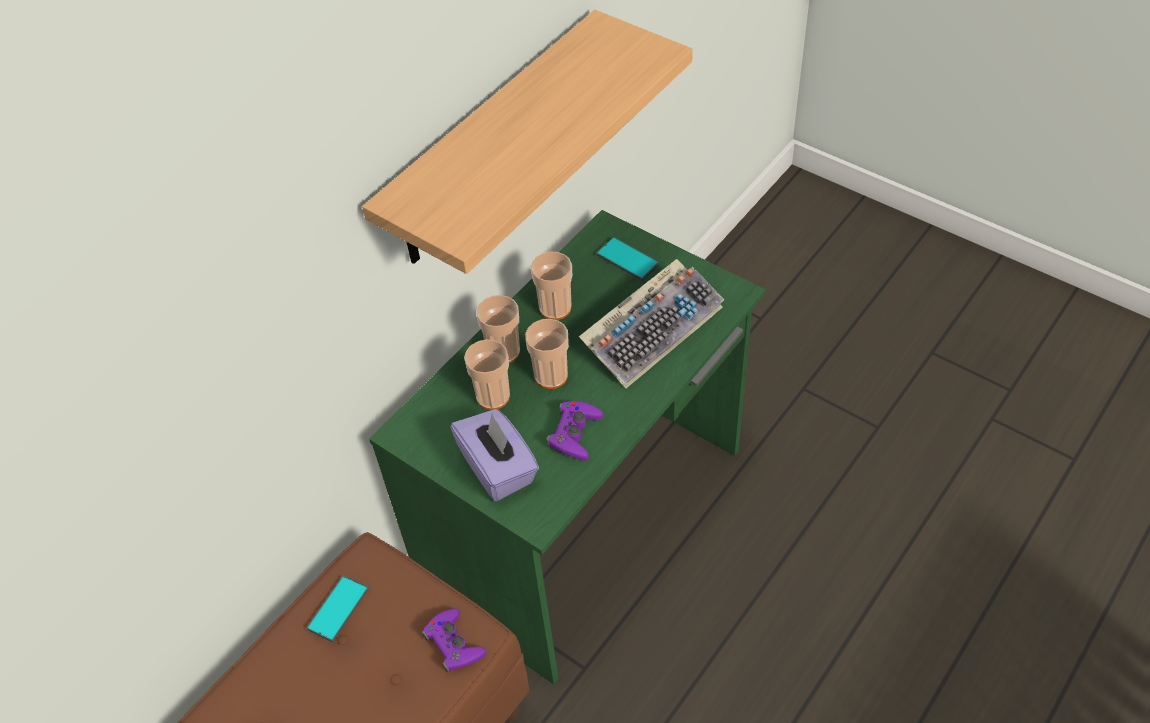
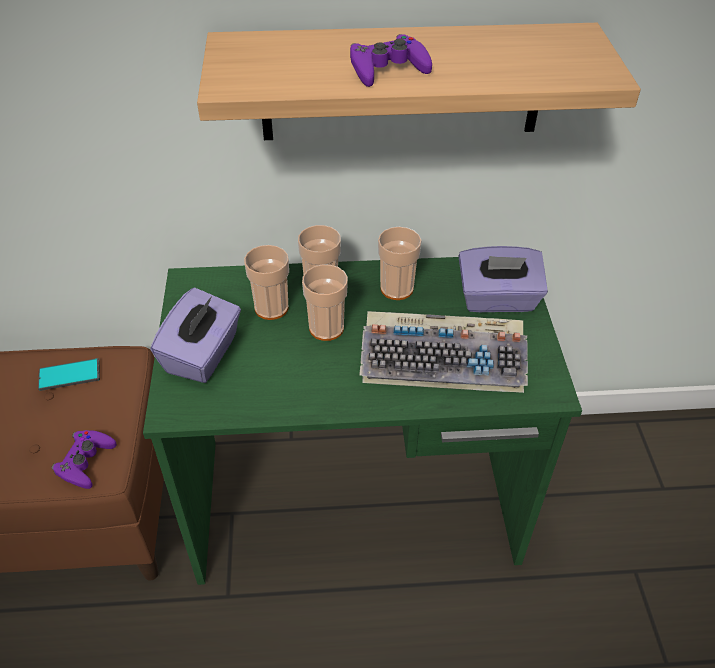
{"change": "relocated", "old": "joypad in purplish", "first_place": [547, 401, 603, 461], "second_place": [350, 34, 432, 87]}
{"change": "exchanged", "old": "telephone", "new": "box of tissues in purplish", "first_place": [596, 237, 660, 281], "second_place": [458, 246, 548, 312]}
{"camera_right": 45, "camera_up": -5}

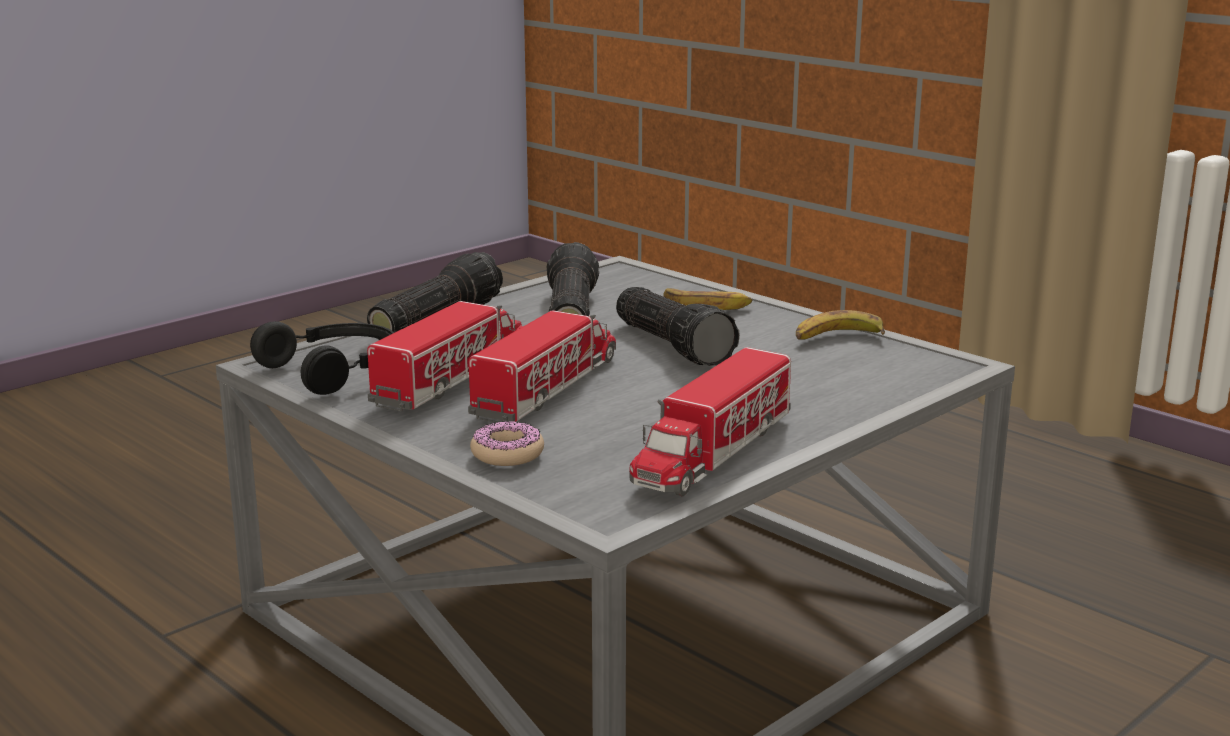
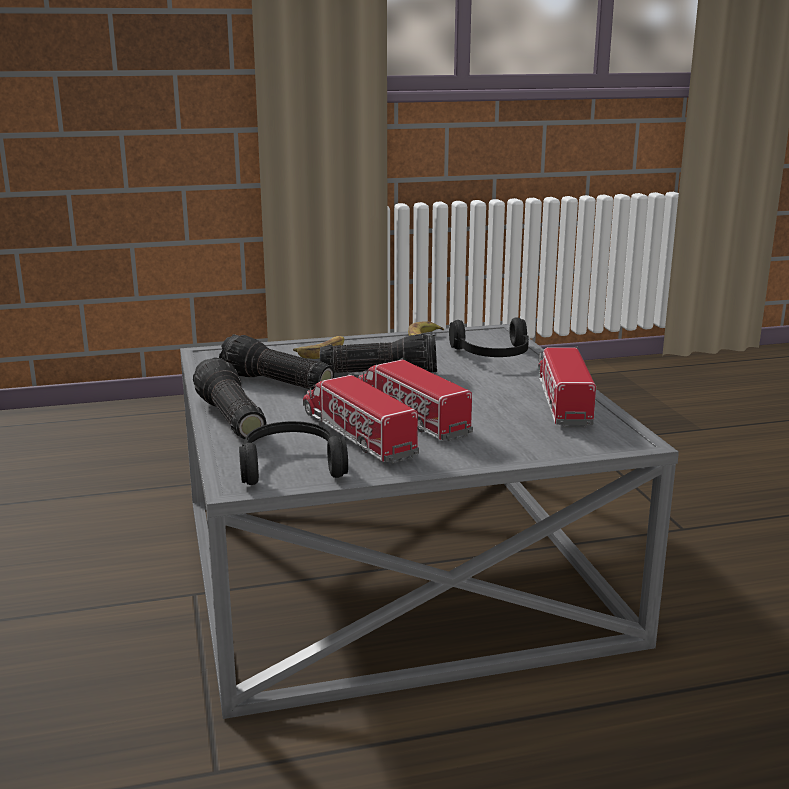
{"change": "appeared", "new": "headphones in black-coloured", "second_place": [449, 317, 529, 357]}
{"change": "spun", "old": "model truck", "first_place": [629, 347, 791, 496], "second_place": [538, 346, 596, 427], "degrees": -150}
{"change": "missing", "old": "donut", "first_place": [470, 421, 544, 466]}
{"camera_right": -60, "camera_up": 0}

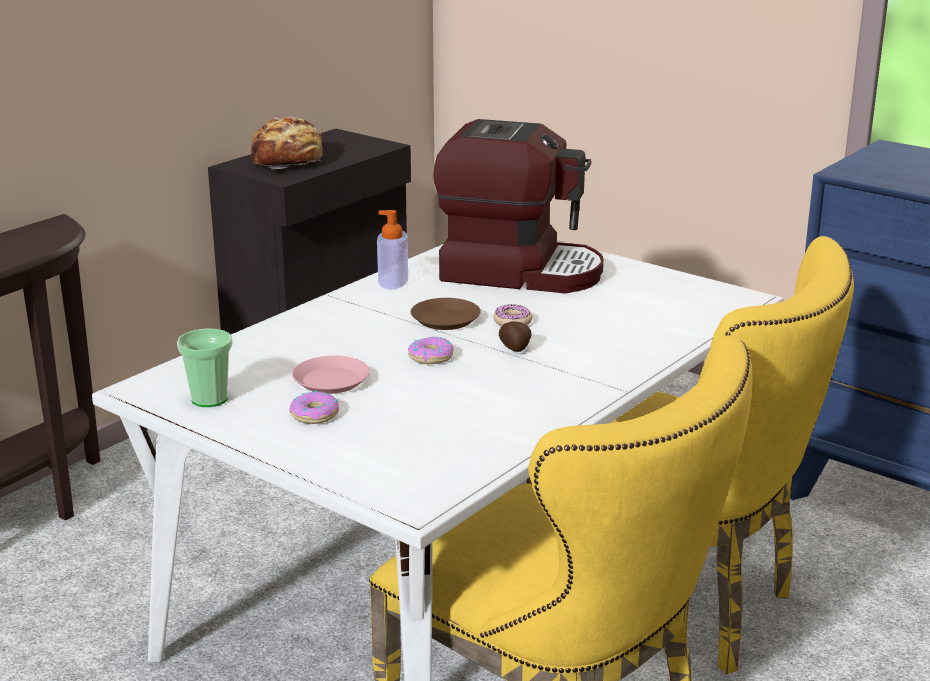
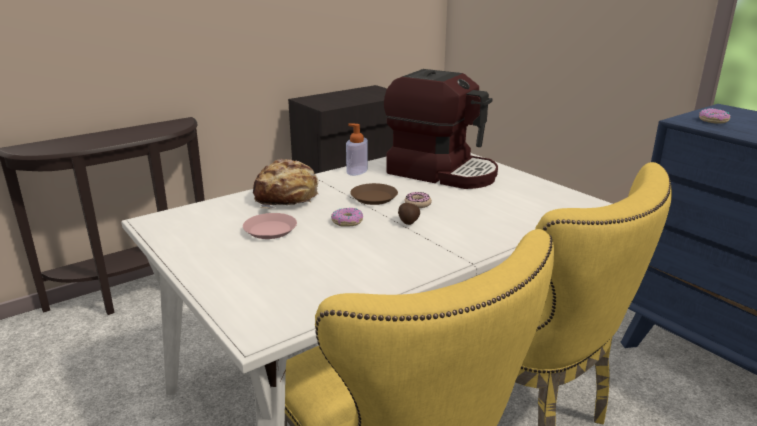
{"change": "relocated", "old": "bakery bread", "first_place": [251, 117, 324, 169], "second_place": [253, 159, 319, 208]}
{"change": "relocated", "old": "donut", "first_place": [289, 391, 339, 424], "second_place": [699, 108, 730, 124]}
{"change": "missing", "old": "small cup", "first_place": [177, 329, 233, 407]}
{"camera_right": 15, "camera_up": 0}

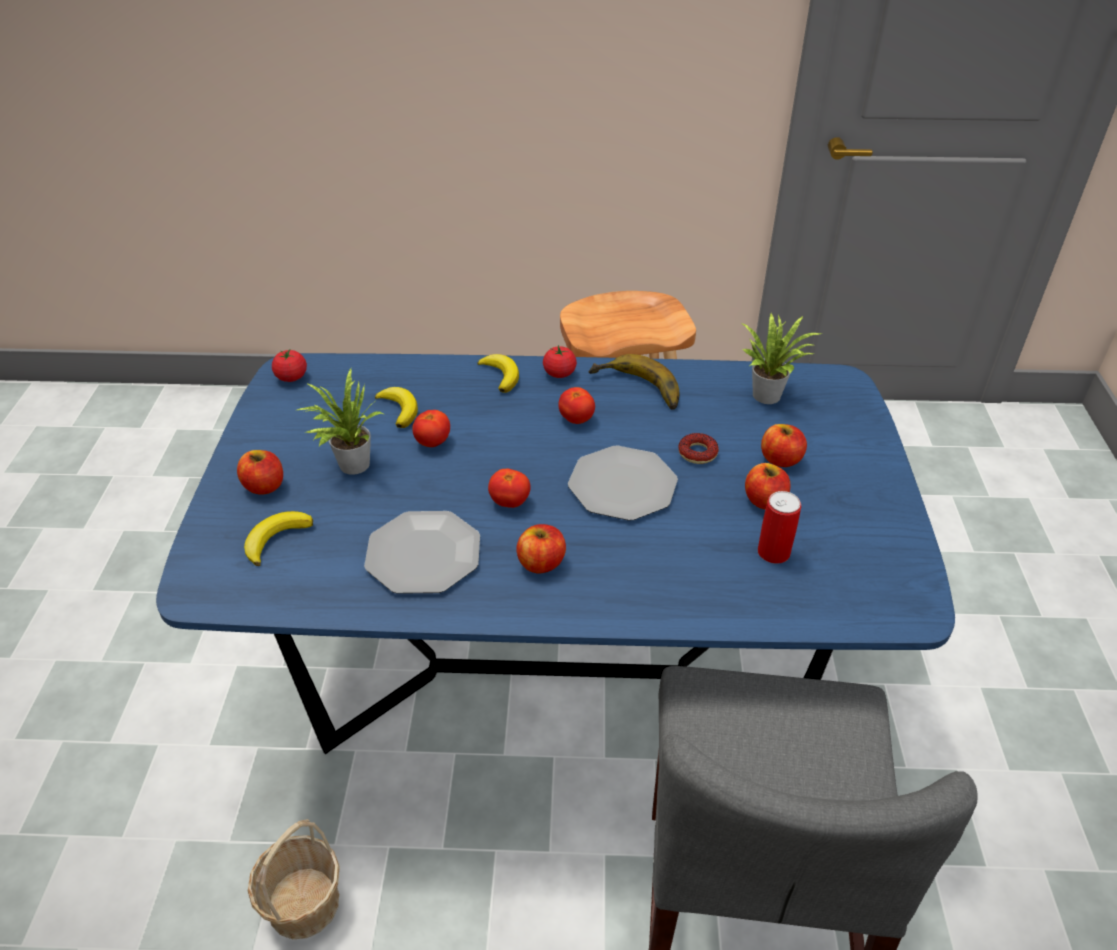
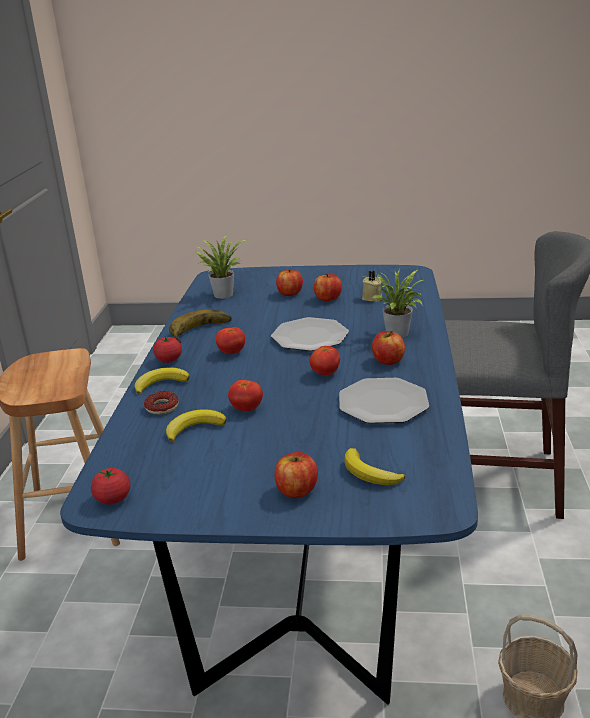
{"change": "relocated", "old": "donut", "first_place": [678, 433, 719, 464], "second_place": [144, 391, 179, 414]}
{"change": "exchanged", "old": "sealed can", "new": "wax light in beige-coloured", "first_place": [758, 491, 801, 564], "second_place": [362, 271, 382, 302]}
{"change": "relocated", "old": "houseplant", "first_place": [297, 368, 383, 475], "second_place": [367, 267, 424, 338]}
{"camera_right": -85, "camera_up": -15}

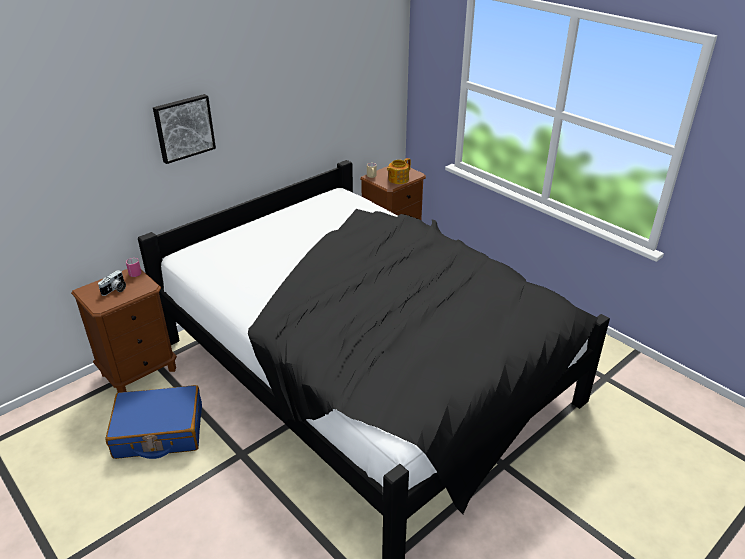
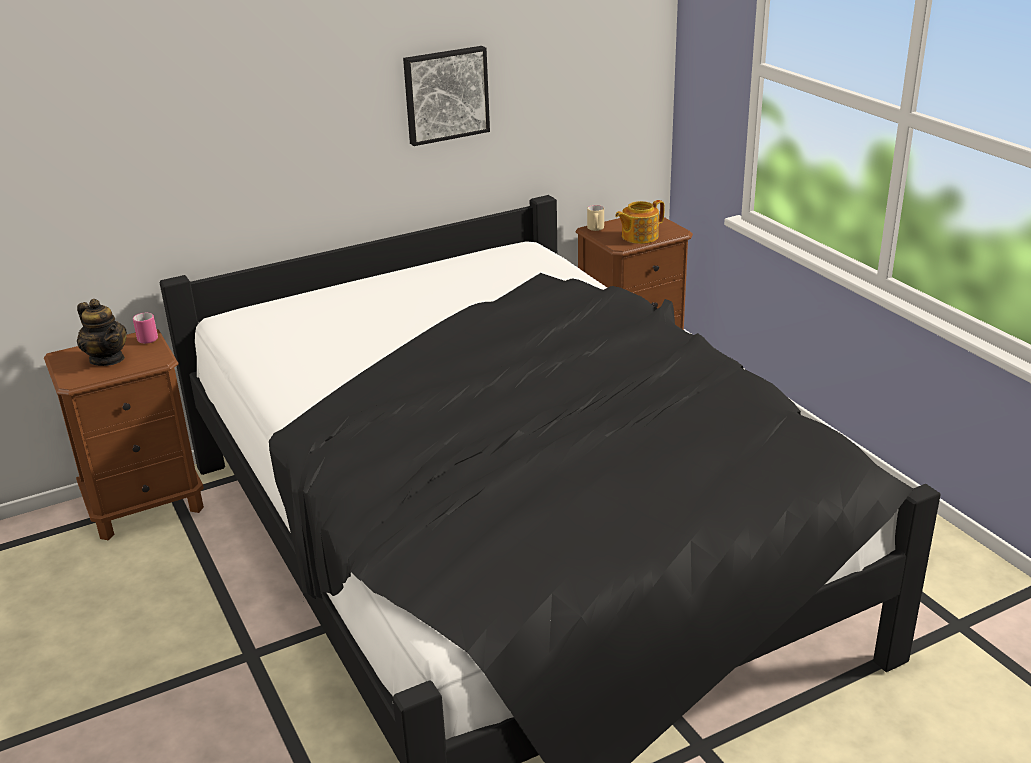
{"change": "exchanged", "old": "photo camera", "new": "tea pot", "first_place": [98, 270, 126, 296], "second_place": [77, 299, 127, 366]}
{"change": "relocated", "old": "wall picture", "first_place": [153, 94, 216, 164], "second_place": [403, 46, 490, 146]}
{"change": "missing", "old": "suitcase in bluish", "first_place": [106, 385, 202, 459]}
{"camera_right": 15, "camera_up": -5}

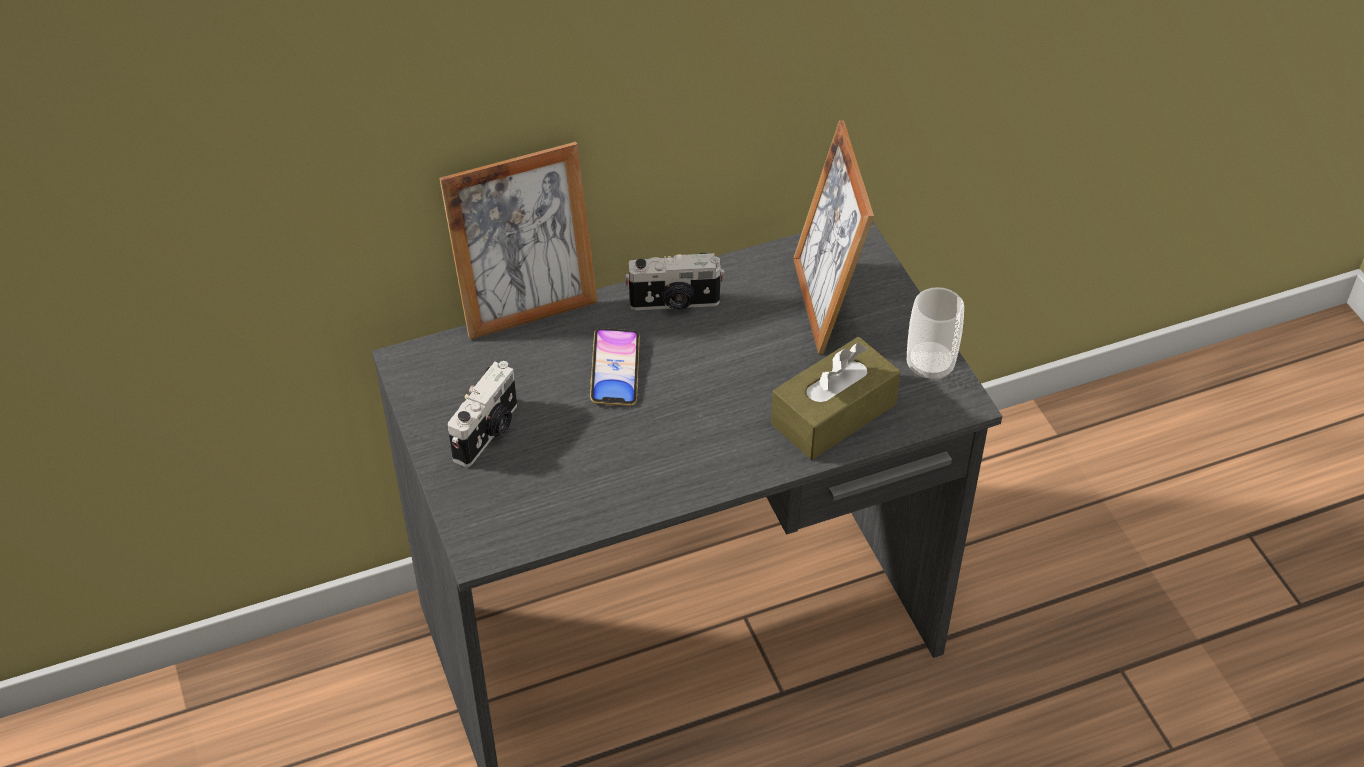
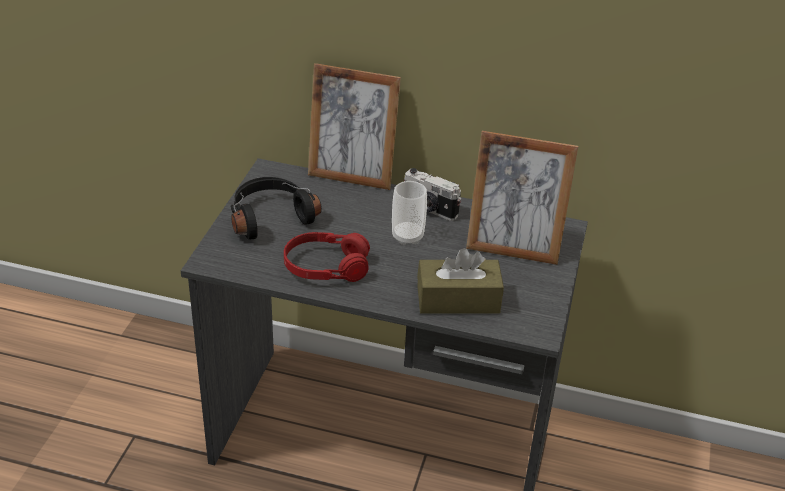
{"change": "exchanged", "old": "photo camera", "new": "headphones in black-coloured", "first_place": [448, 361, 517, 467], "second_place": [230, 177, 322, 240]}
{"change": "appeared", "new": "headphones in red", "second_place": [284, 232, 370, 282]}
{"change": "relocated", "old": "small cup", "first_place": [907, 287, 964, 381], "second_place": [392, 181, 427, 245]}
{"change": "spun", "old": "photo frame", "first_place": [793, 120, 874, 354], "second_place": [466, 131, 578, 265], "degrees": -105}
{"change": "missing", "old": "telephone", "first_place": [590, 328, 640, 406]}
{"camera_right": 35, "camera_up": -10}

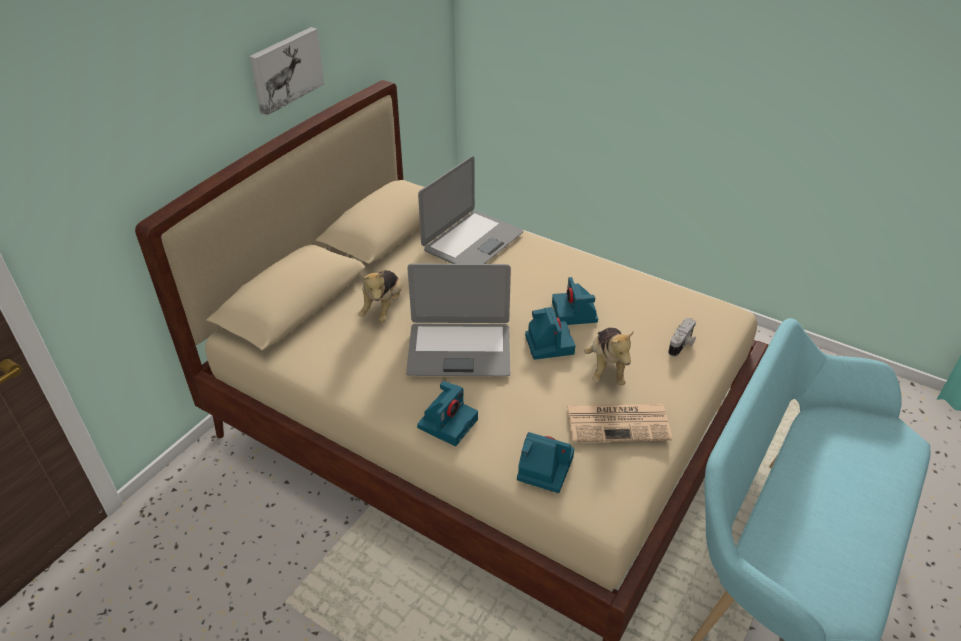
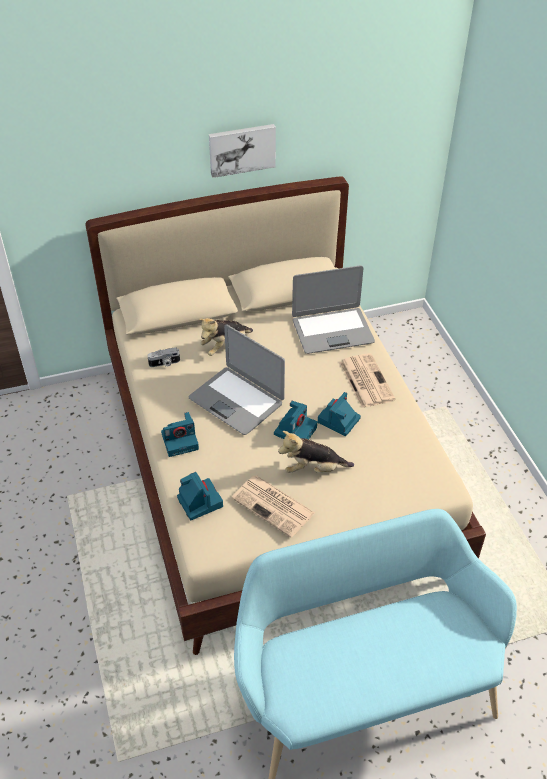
{"change": "relocated", "old": "photo camera", "first_place": [668, 318, 696, 357], "second_place": [147, 347, 180, 367]}
{"change": "spun", "old": "cuddly toy", "first_place": [584, 328, 634, 385], "second_place": [278, 431, 354, 473], "degrees": 45}
{"change": "appeared", "new": "printed paper", "second_place": [339, 353, 395, 408]}
{"camera_right": 40, "camera_up": 5}

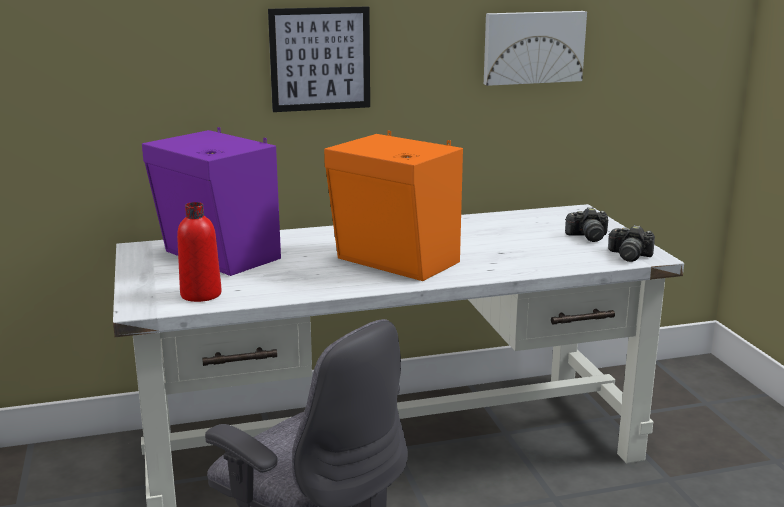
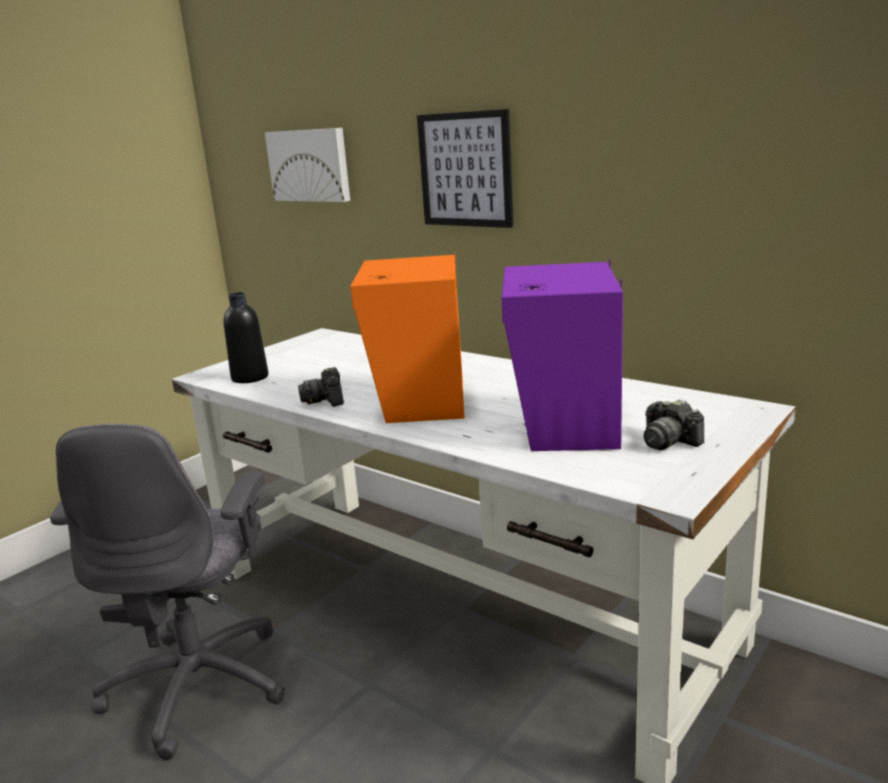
{"change": "colour", "old": "beverage bottle in red", "new": "beverage bottle in black-coloured", "first_place": [177, 202, 222, 302], "second_place": [223, 292, 268, 383]}
{"change": "relocated", "old": "wall picture", "first_place": [484, 11, 587, 86], "second_place": [265, 128, 350, 202]}
{"change": "relocated", "old": "photo camera", "first_place": [608, 225, 655, 262], "second_place": [298, 367, 344, 407]}
{"change": "relocated", "old": "audio speaker in purplish", "first_place": [142, 127, 281, 276], "second_place": [502, 259, 623, 451]}
{"camera_right": 55, "camera_up": 0}

